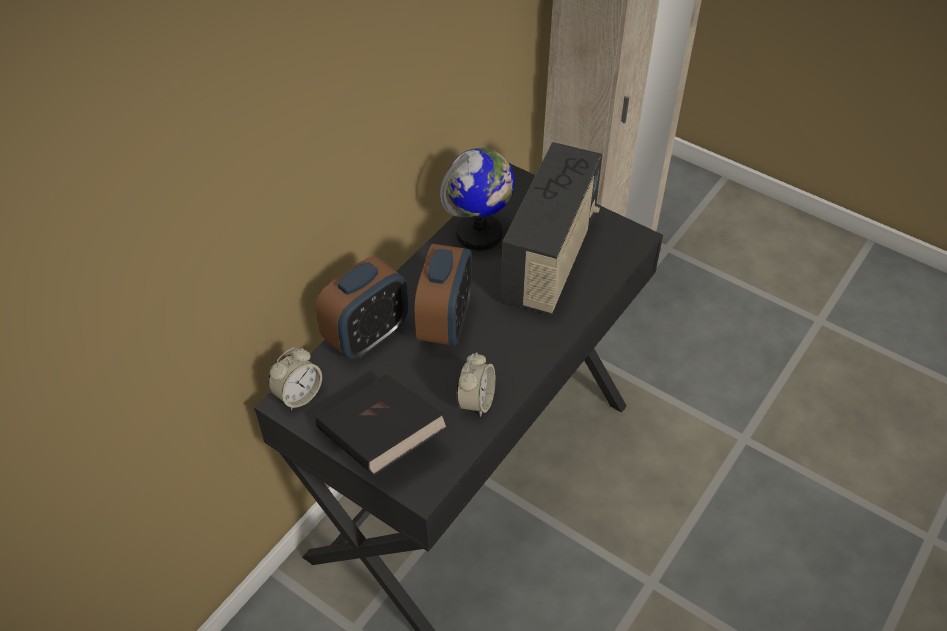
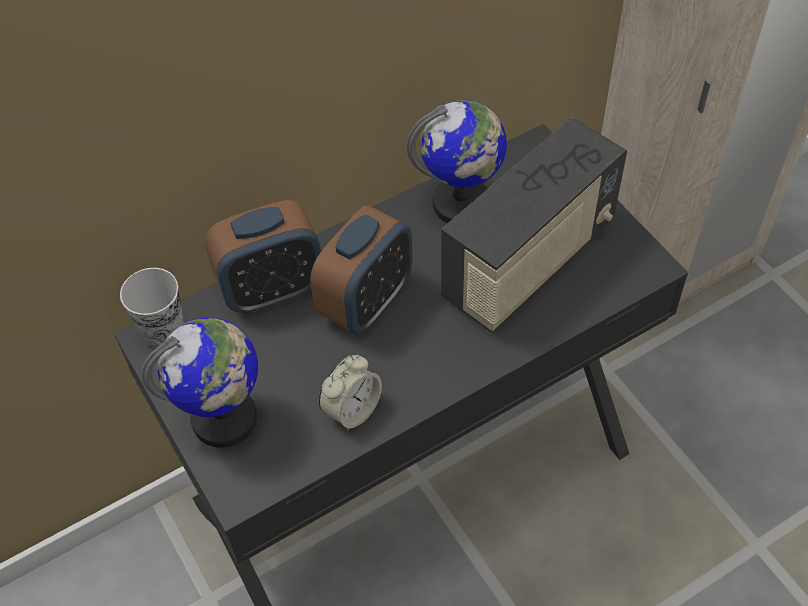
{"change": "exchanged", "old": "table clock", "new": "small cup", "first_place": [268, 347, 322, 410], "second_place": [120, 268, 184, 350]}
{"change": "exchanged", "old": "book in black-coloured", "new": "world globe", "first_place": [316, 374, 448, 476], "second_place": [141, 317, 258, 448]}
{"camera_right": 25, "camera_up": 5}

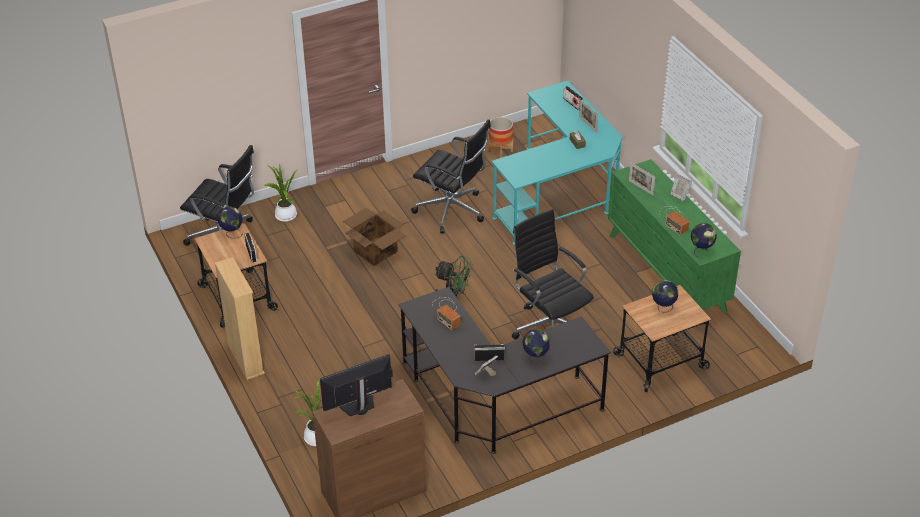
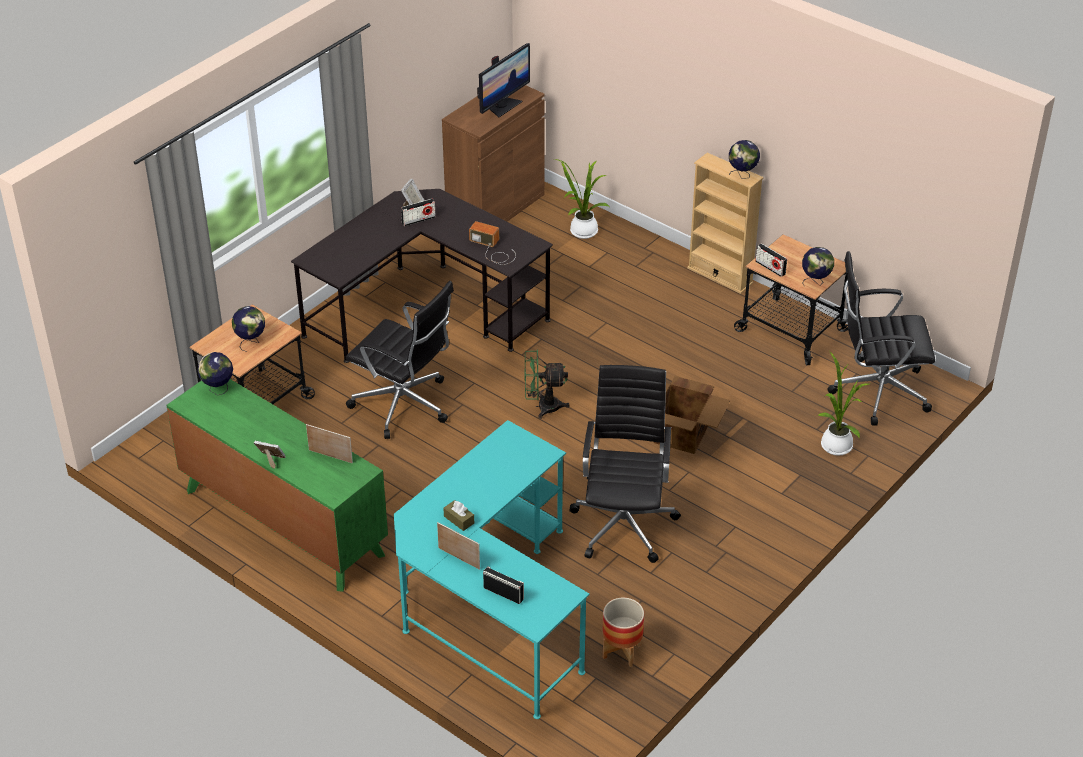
{"change": "spun", "old": "office chair in black-coloured", "first_place": [411, 119, 491, 233], "second_place": [570, 365, 681, 563], "degrees": 90}
{"change": "relocated", "old": "world globe", "first_place": [522, 329, 550, 366], "second_place": [729, 140, 760, 179]}
{"change": "missing", "old": "radio set", "first_place": [660, 206, 689, 235]}
{"camera_right": 155, "camera_up": 0}

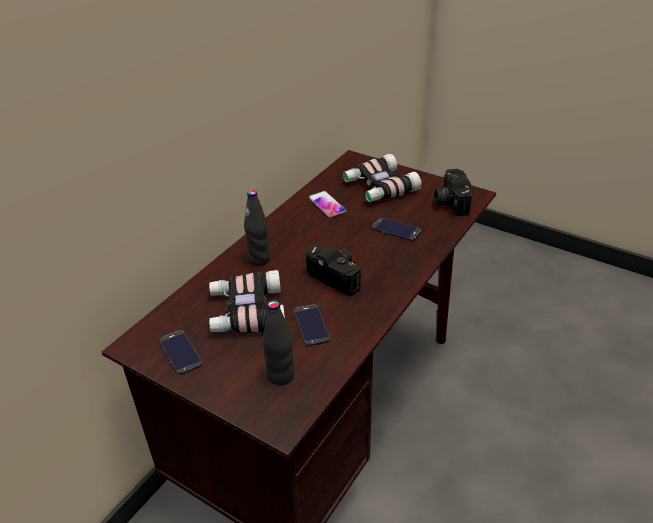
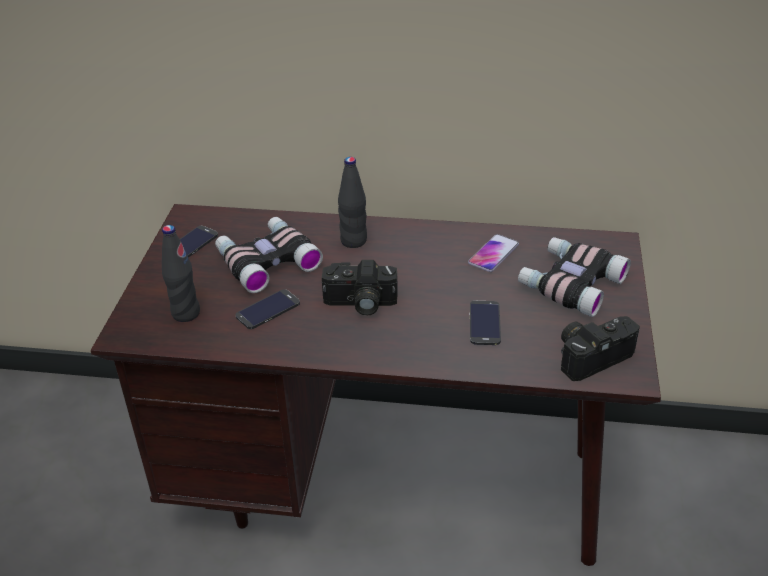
{"change": "spun", "old": "photo camera", "first_place": [306, 245, 362, 296], "second_place": [322, 260, 398, 316], "degrees": 75}
{"camera_right": 65, "camera_up": 0}

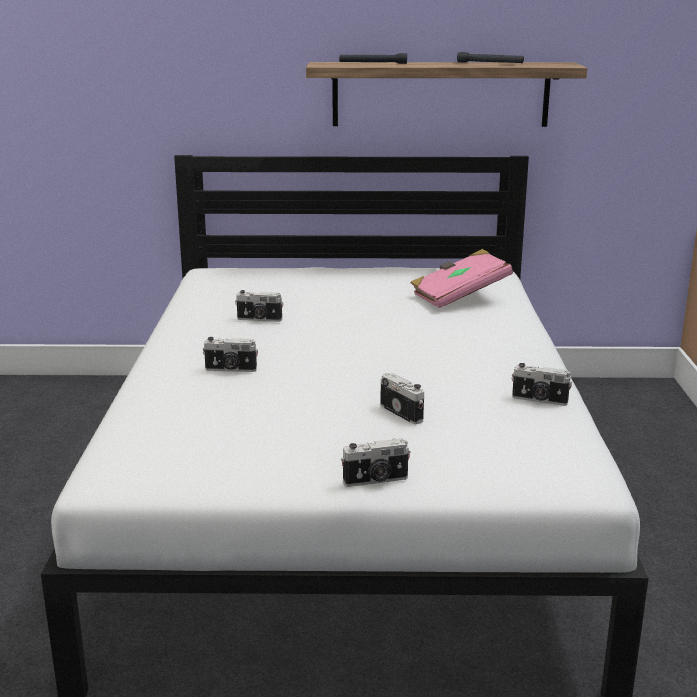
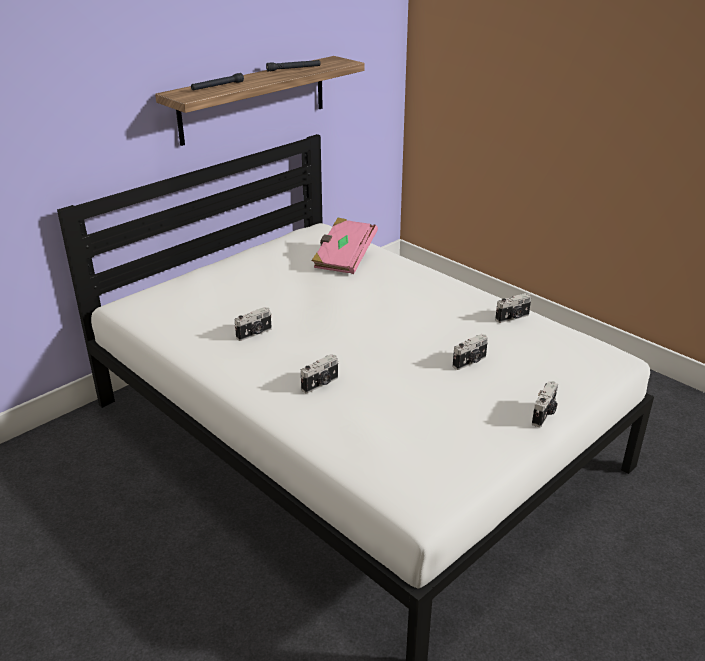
{"change": "spun", "old": "photo camera", "first_place": [380, 373, 424, 424], "second_place": [453, 334, 488, 370], "degrees": 135}
{"camera_right": -45, "camera_up": 10}

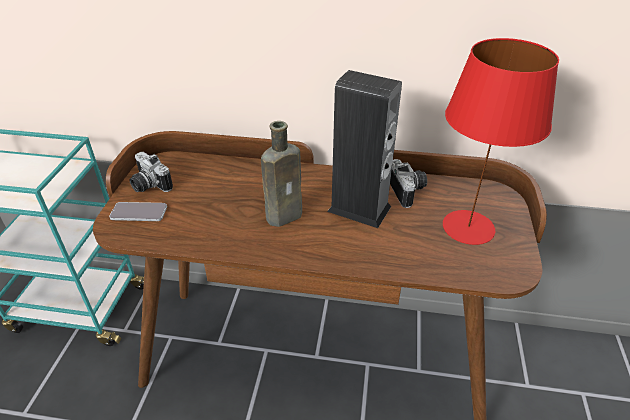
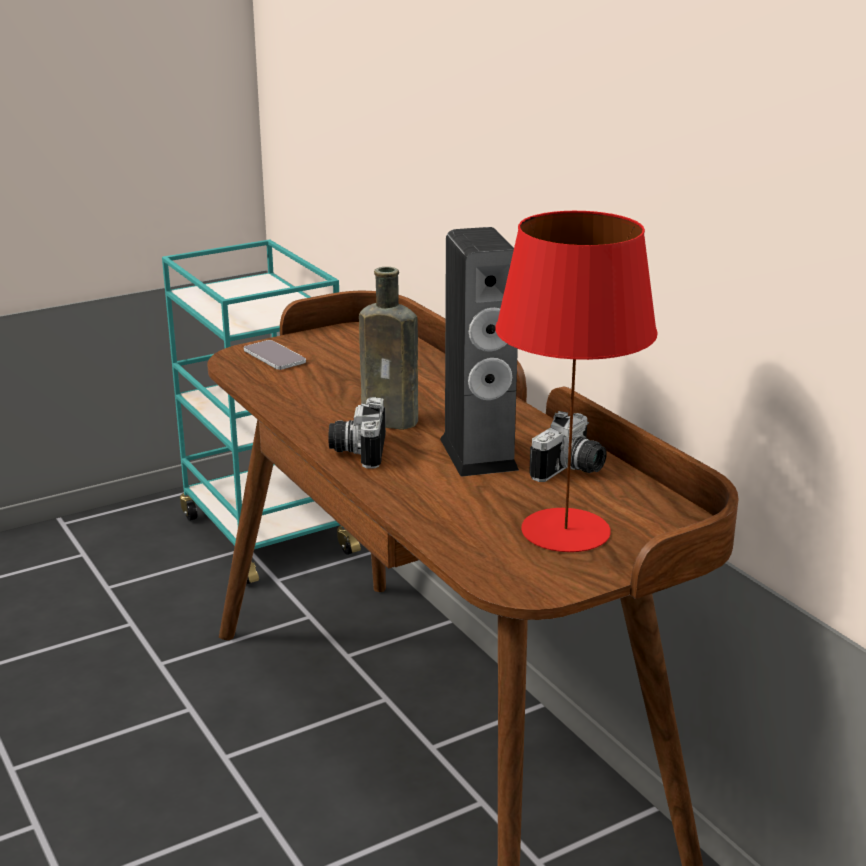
{"change": "relocated", "old": "photo camera", "first_place": [129, 152, 173, 192], "second_place": [328, 397, 386, 469]}
{"camera_right": 50, "camera_up": -15}

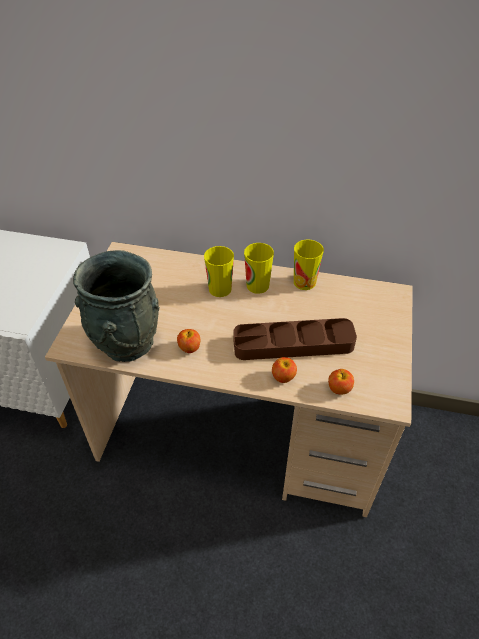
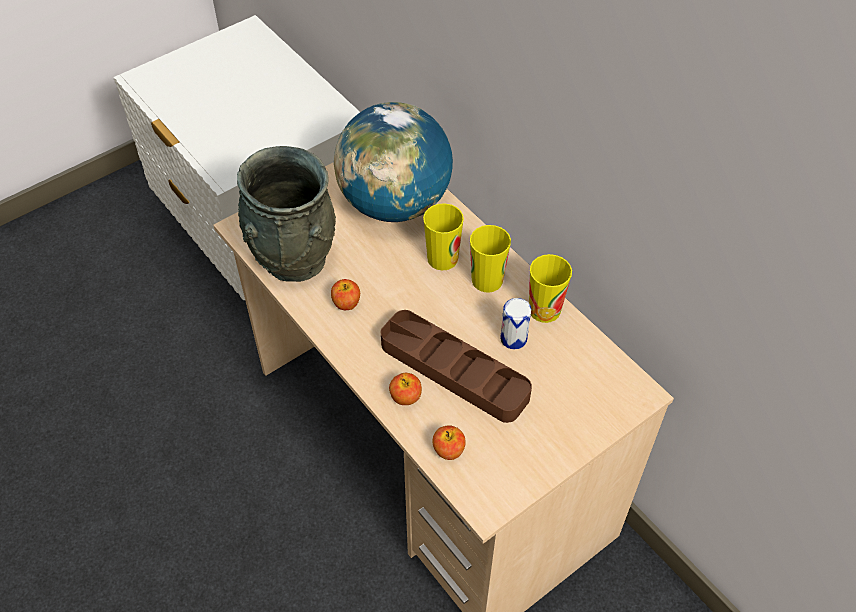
{"change": "appeared", "new": "world globe", "second_place": [334, 102, 453, 222]}
{"change": "appeared", "new": "sealed can", "second_place": [500, 298, 531, 349]}
{"camera_right": 40, "camera_up": 5}

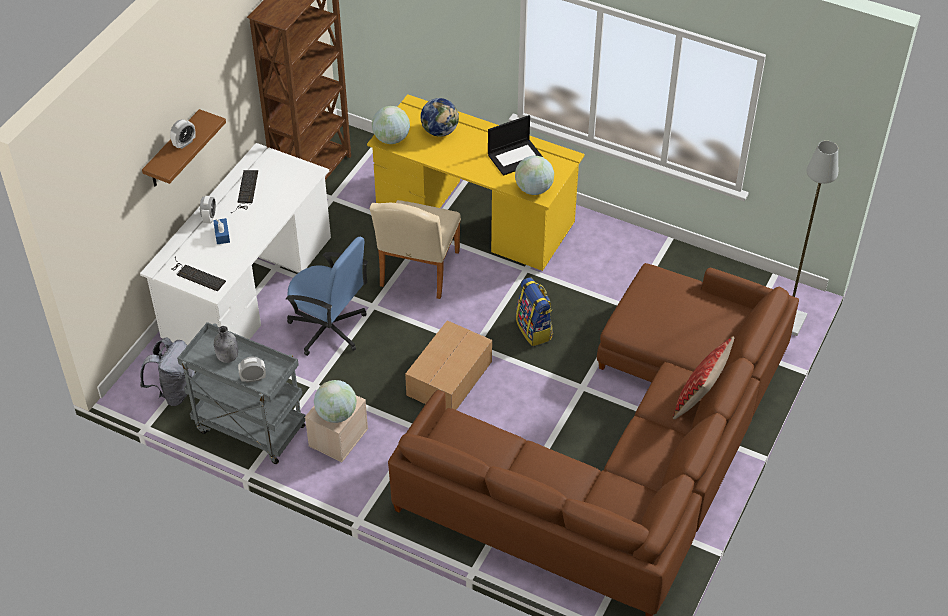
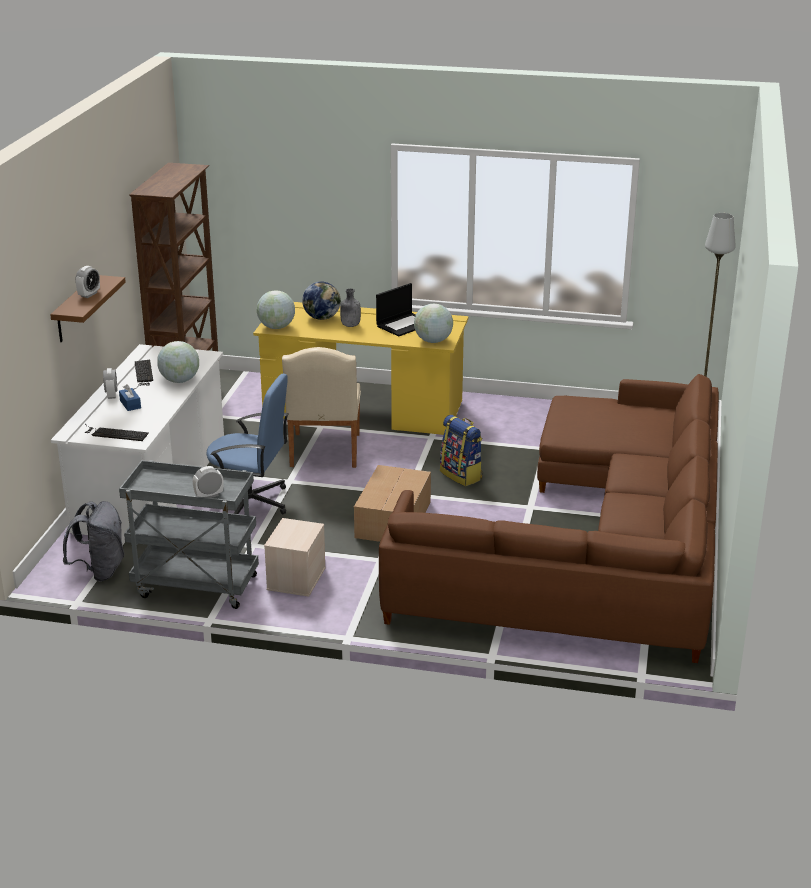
{"change": "relocated", "old": "world globe", "first_place": [314, 380, 357, 423], "second_place": [157, 341, 199, 383]}
{"change": "relocated", "old": "beverage bottle in gray", "first_place": [214, 326, 238, 363], "second_place": [340, 289, 361, 327]}
{"change": "missing", "old": "pillow", "first_place": [673, 336, 734, 419]}
{"camera_right": -15, "camera_up": -20}

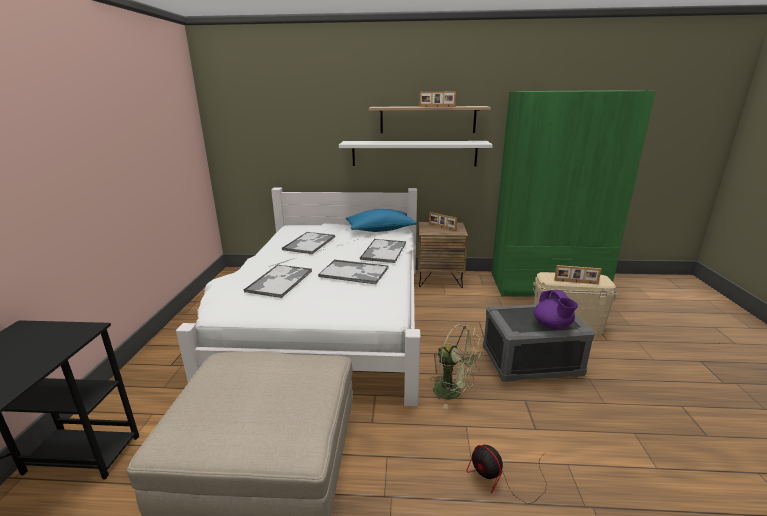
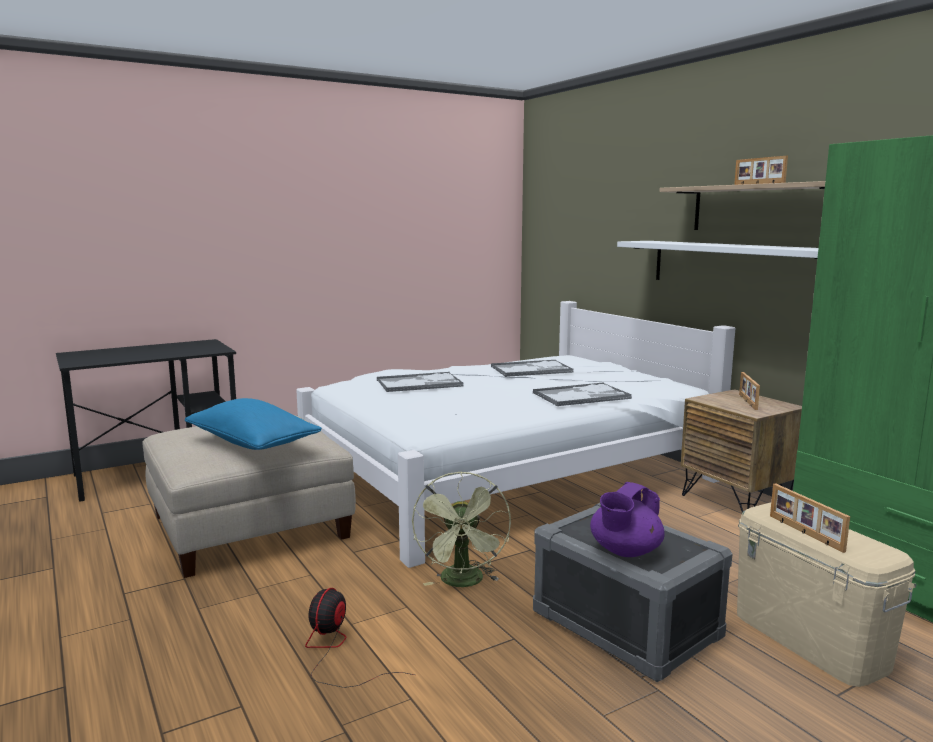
{"change": "relocated", "old": "pillow in bluish", "first_place": [346, 209, 417, 232], "second_place": [185, 398, 322, 450]}
{"change": "missing", "old": "tray", "first_place": [318, 259, 389, 285]}
{"camera_right": 55, "camera_up": -10}

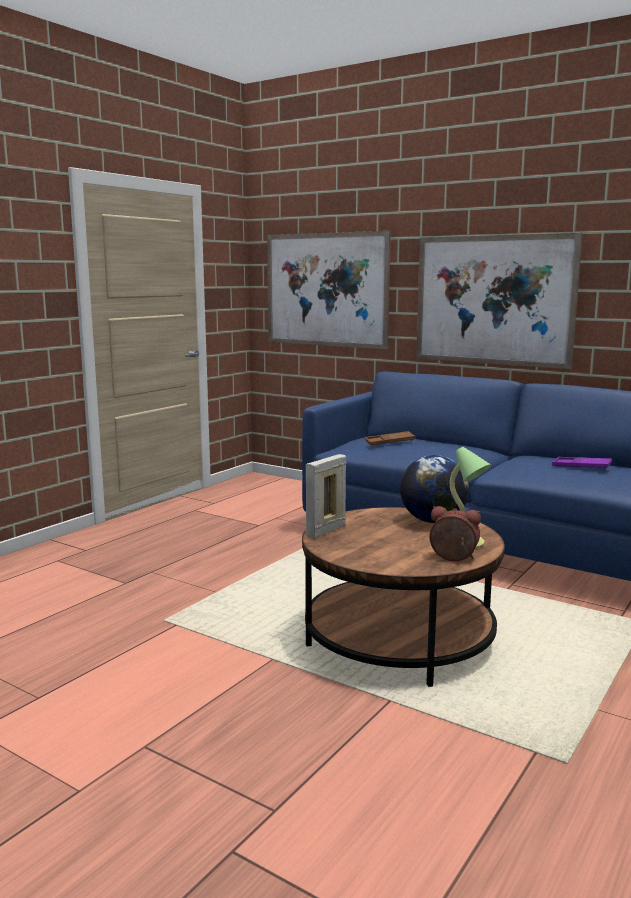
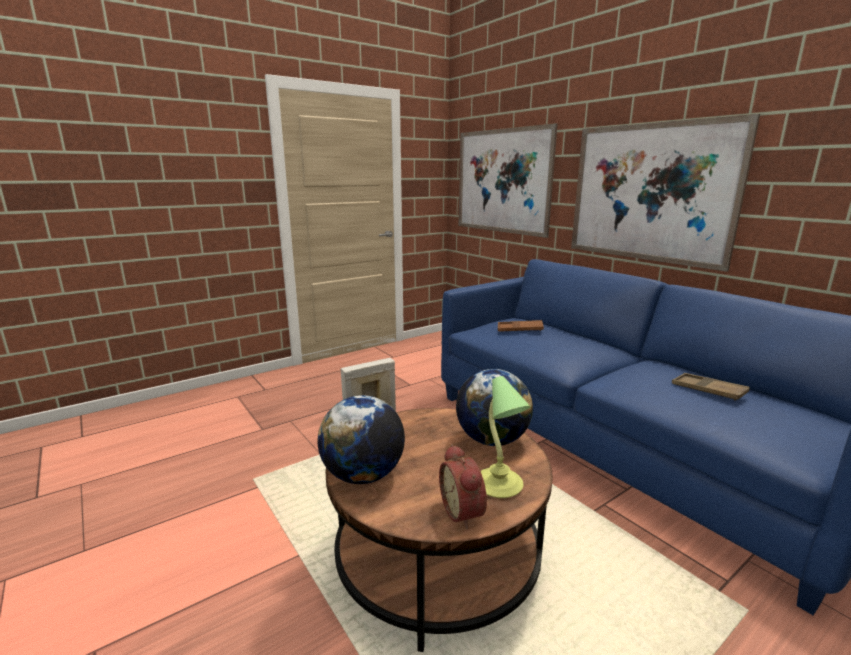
{"change": "appeared", "new": "world globe", "second_place": [318, 395, 405, 484]}
{"change": "spun", "old": "table clock", "first_place": [430, 506, 481, 561], "second_place": [439, 444, 487, 529], "degrees": -150}
{"change": "colour", "old": "tray in purplish", "new": "tray in brown-coloured", "first_place": [552, 457, 612, 470], "second_place": [672, 373, 750, 400]}
{"camera_right": 20, "camera_up": 5}

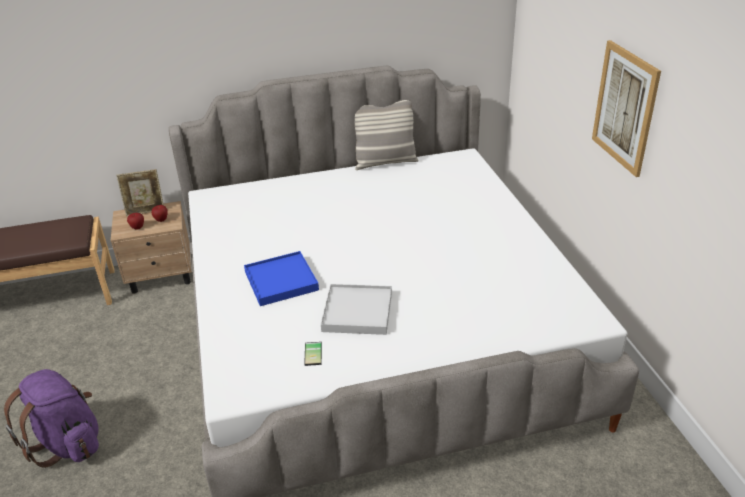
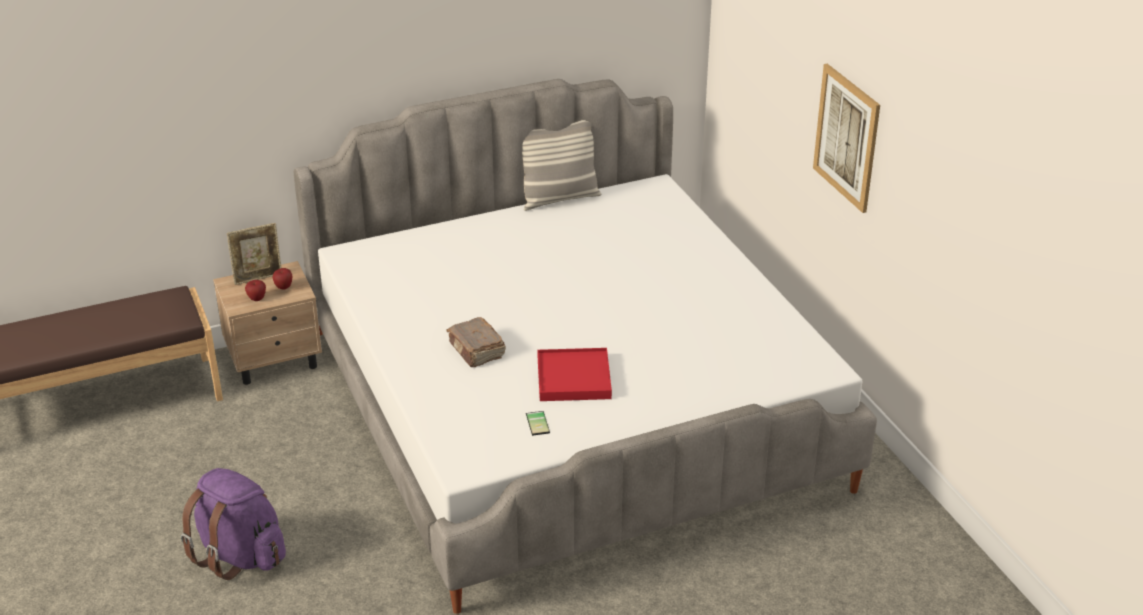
{"change": "exchanged", "old": "tray in bluish", "new": "book in brown-coloured", "first_place": [244, 251, 319, 306], "second_place": [446, 317, 506, 367]}
{"change": "colour", "old": "tray in whitish", "new": "tray in red", "first_place": [321, 284, 392, 335], "second_place": [537, 348, 612, 401]}
{"camera_right": -10, "camera_up": 0}

